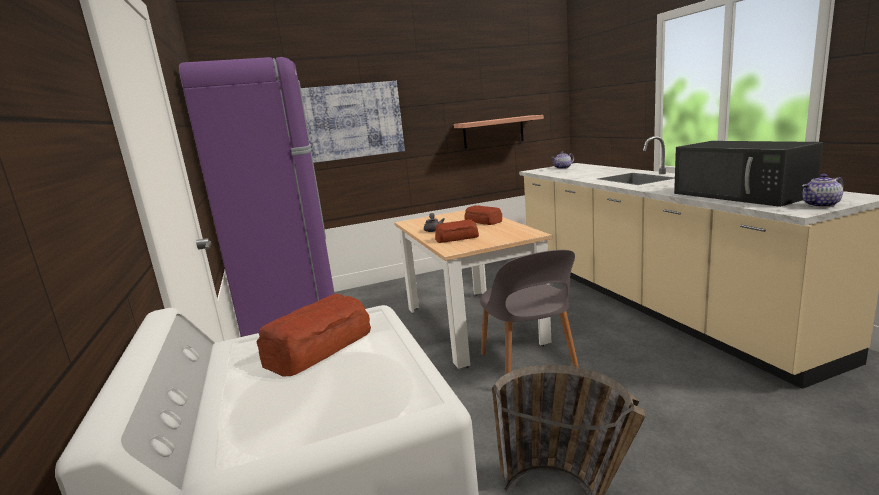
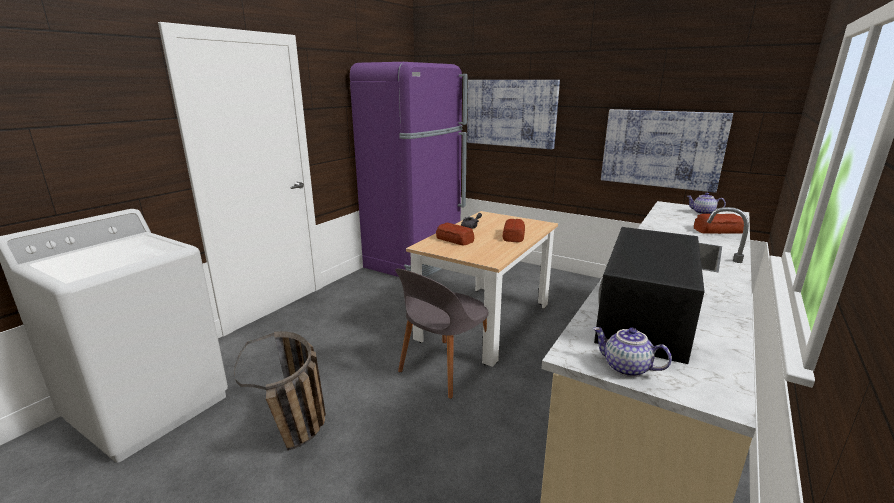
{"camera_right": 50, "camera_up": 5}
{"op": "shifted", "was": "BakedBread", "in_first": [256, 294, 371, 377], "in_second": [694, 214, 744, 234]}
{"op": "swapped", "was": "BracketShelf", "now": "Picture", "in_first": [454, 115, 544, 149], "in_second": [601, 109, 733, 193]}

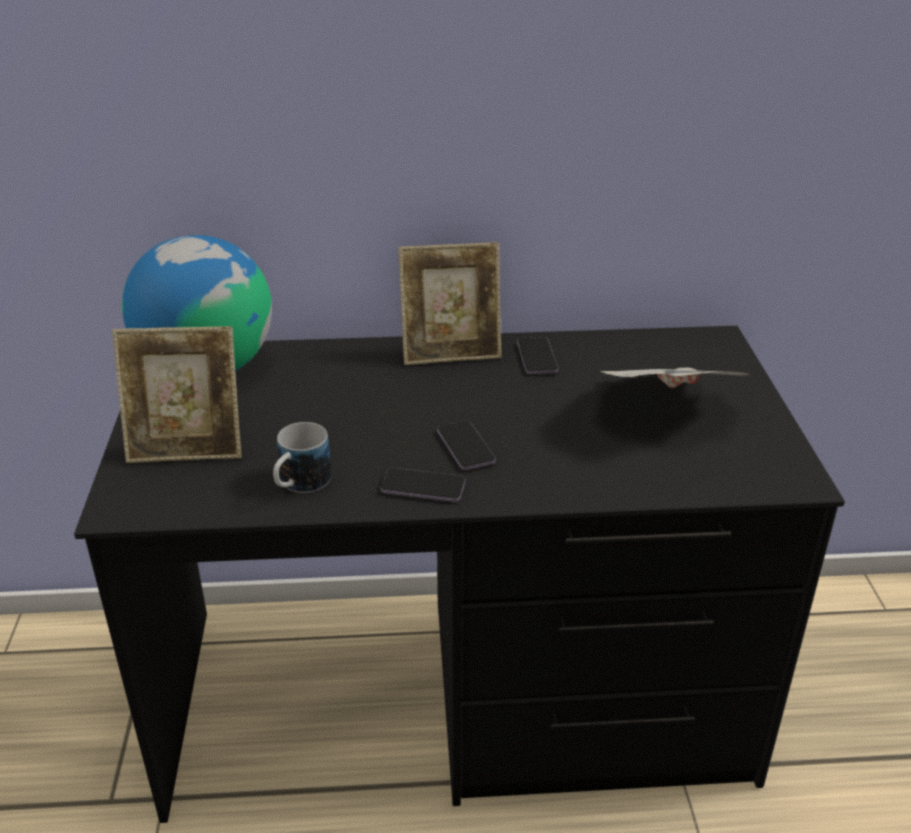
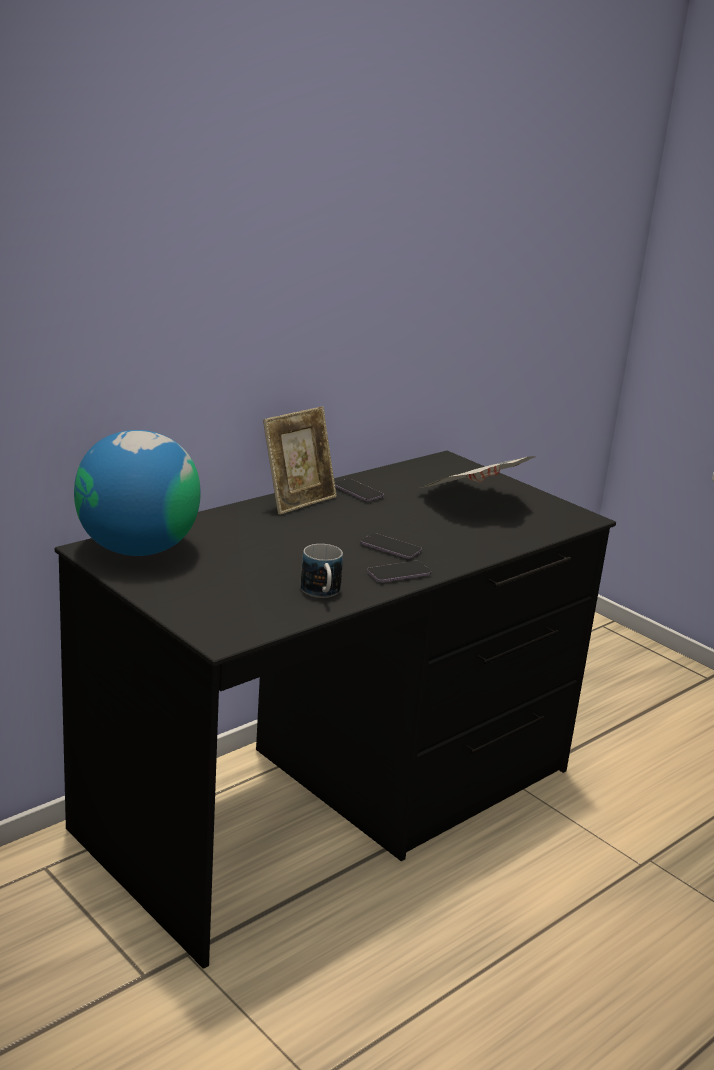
{"camera_right": -40, "camera_up": -10}
{"op": "gone", "was": "PictureFrame", "in_first": [112, 326, 241, 463]}

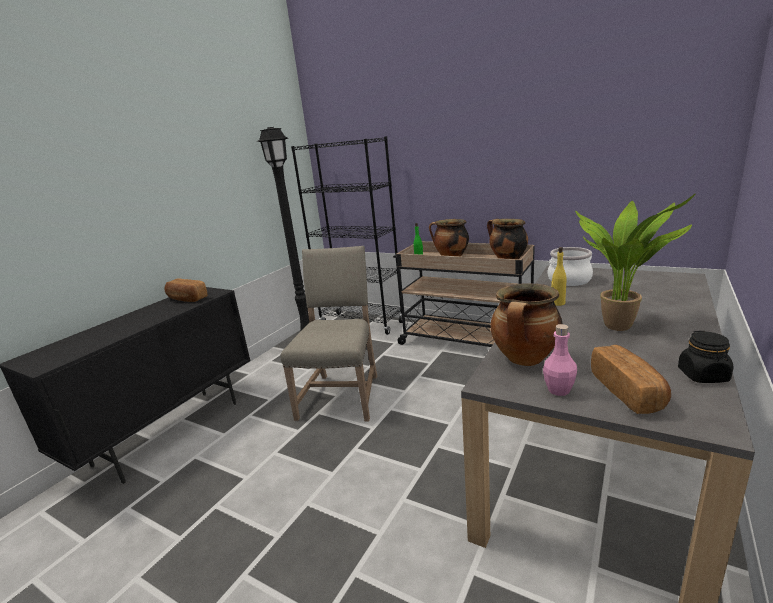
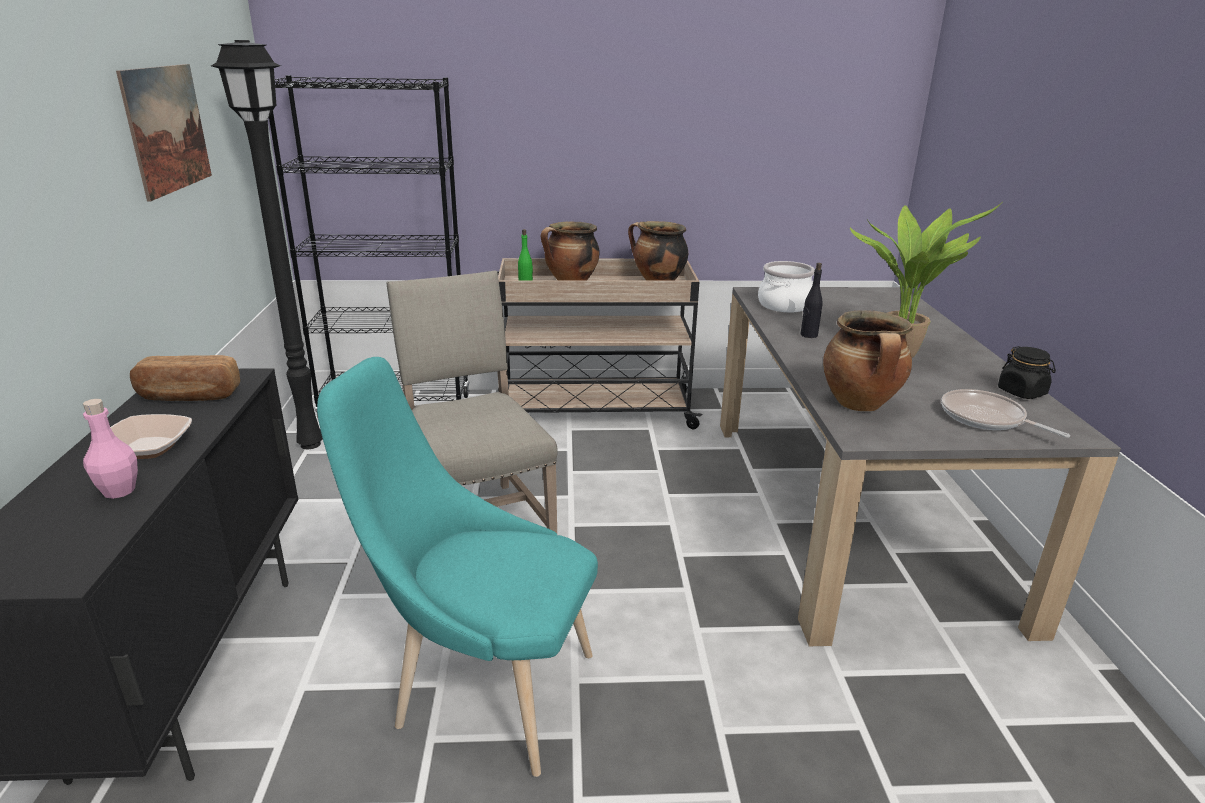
{"camera_right": -35, "camera_up": 5}
{"op": "new", "now": "DeepDish", "in_second": [110, 414, 192, 459]}
{"op": "new", "now": "Picture", "in_second": [116, 64, 212, 201]}
{"op": "new", "now": "BlueGreenPlainChair", "in_second": [317, 357, 598, 777]}
{"op": "shifted", "was": "PinkColouredBeverageBottle", "in_first": [543, 324, 577, 396], "in_second": [83, 399, 138, 499]}
{"op": "swapped", "was": "BakedBread", "now": "Pan", "in_first": [591, 345, 671, 414], "in_second": [941, 389, 1070, 438]}
{"op": "repainted", "was": "YellowBeverageBottle", "now": "BlackColouredBeverageBottle", "in_first": [551, 247, 567, 306], "in_second": [801, 263, 823, 338]}

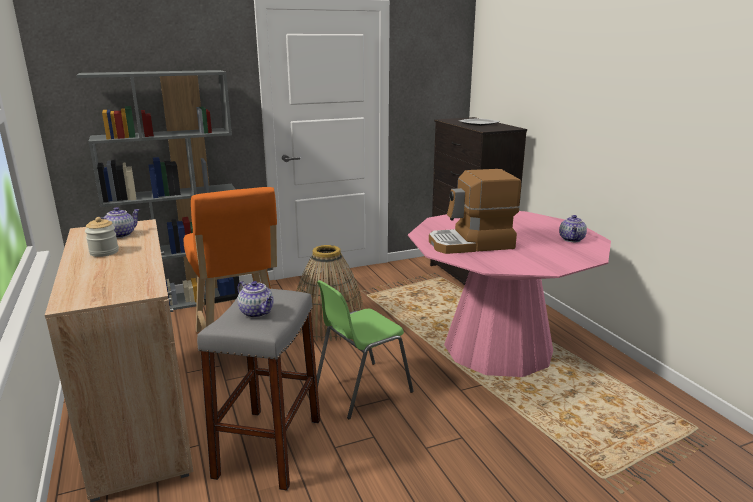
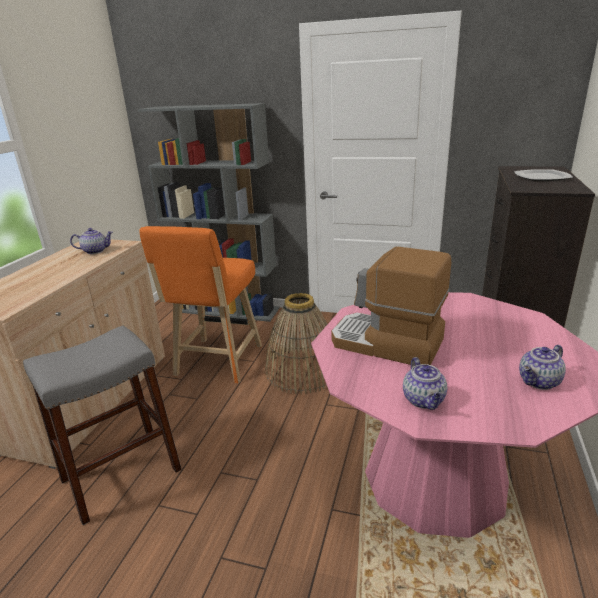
{"camera_right": 40, "camera_up": 5}
{"op": "gone", "was": "PreserveJar", "in_first": [85, 217, 119, 257]}
{"op": "gone", "was": "GreenishPlainChair", "in_first": [317, 280, 414, 419]}
{"op": "shifted", "was": "PotForTea", "in_first": [237, 281, 274, 318], "in_second": [403, 357, 447, 410]}

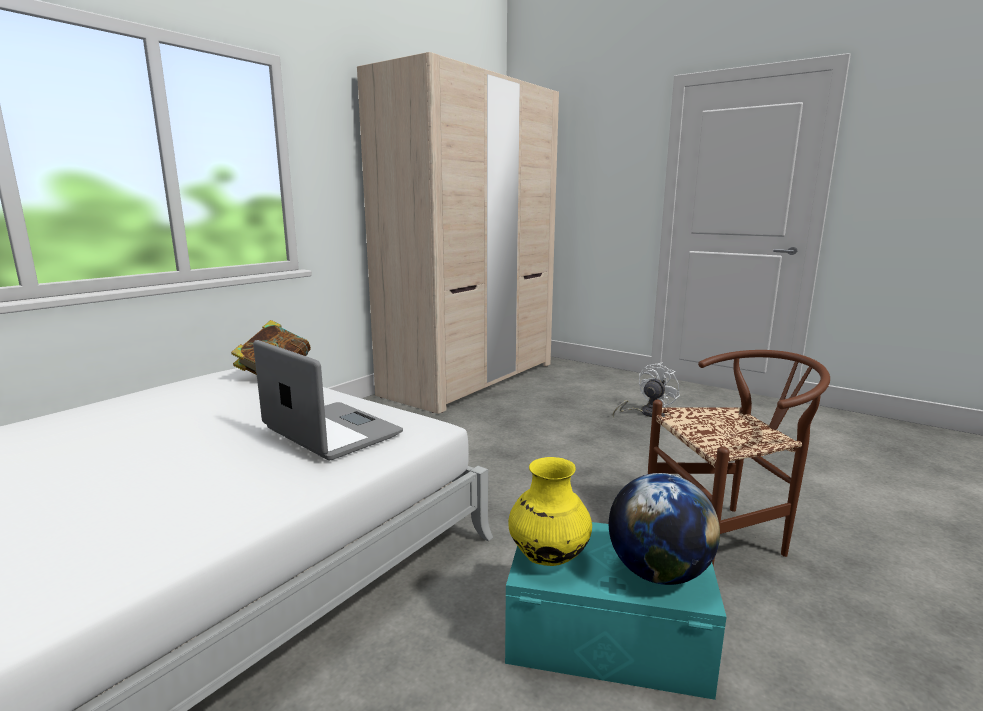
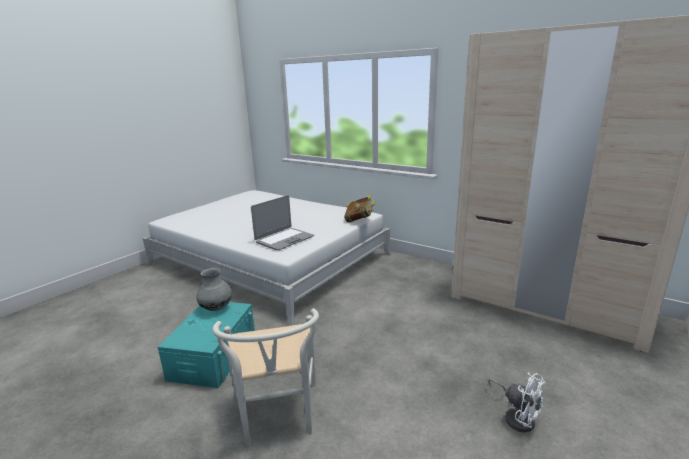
{"camera_right": 90, "camera_up": 5}
{"op": "gone", "was": "WorldGlobe", "in_first": [609, 473, 720, 585]}
{"op": "repainted", "was": "YellowVase", "now": "GrayVase", "in_first": [508, 457, 592, 566], "in_second": [196, 268, 232, 311]}
{"op": "repainted", "was": "BrownishPlainChair", "now": "WhitePlainChair", "in_first": [648, 350, 830, 566], "in_second": [212, 308, 319, 446]}

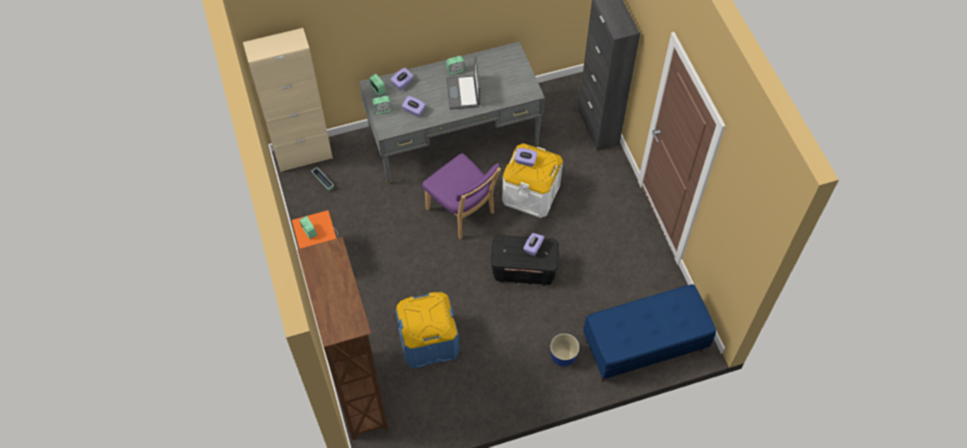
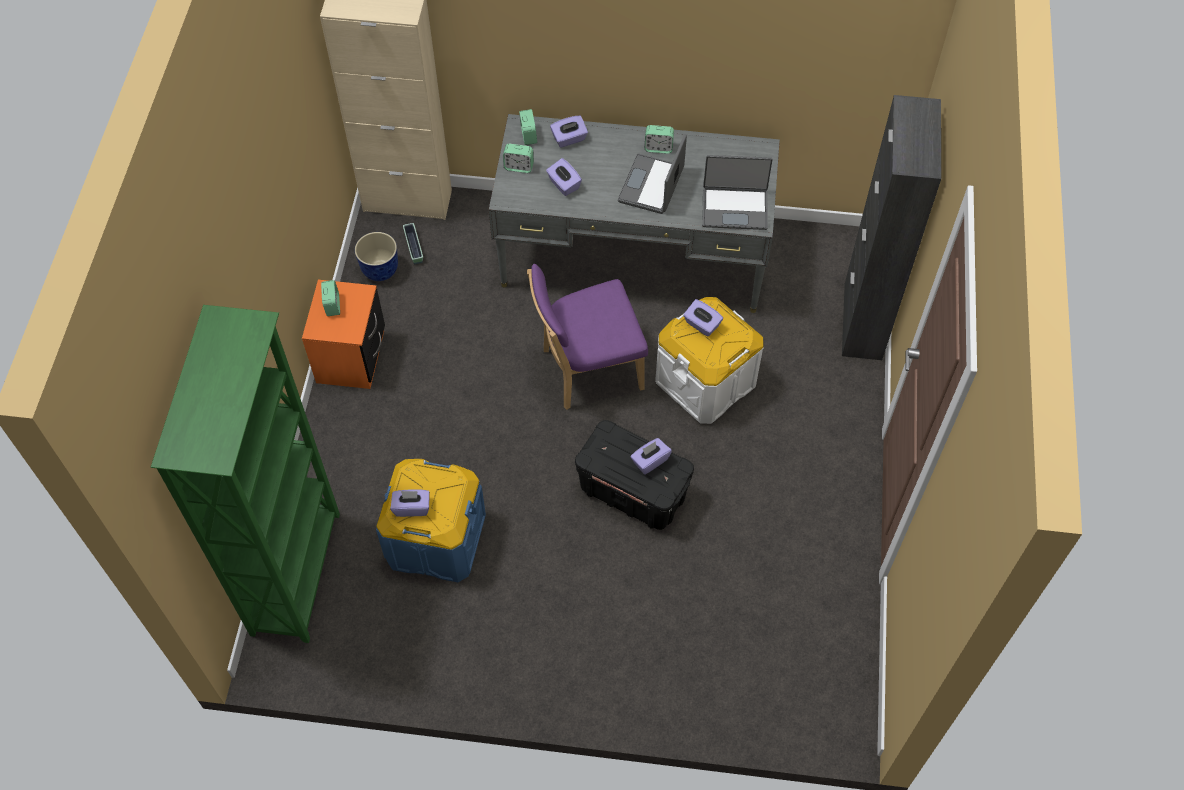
{"camera_right": 25, "camera_up": 0}
{"op": "gone", "was": "BlueColouredLongSeat", "in_first": [583, 284, 716, 382]}
{"op": "new", "now": "PurpleTissueHolder", "in_second": [391, 489, 430, 517]}
{"op": "new", "now": "Laptop", "in_second": [702, 155, 773, 230]}
{"op": "shifted", "was": "FlowerPot", "in_first": [550, 333, 580, 367], "in_second": [355, 232, 398, 281]}
{"op": "repainted", "was": "BrownishShelvingUnit", "now": "GreenishShelvingUnit", "in_first": [297, 237, 388, 440], "in_second": [151, 305, 340, 643]}
{"op": "rotated", "was": "PurplePlainChair", "in_first": [422, 153, 501, 239], "in_second": [527, 264, 648, 410], "clockwise": 90}

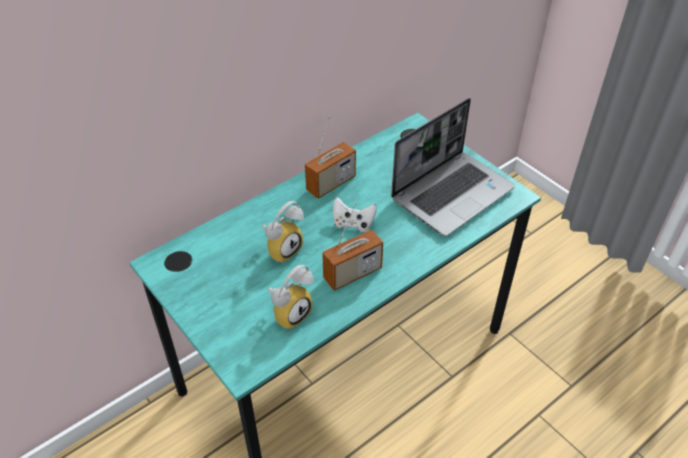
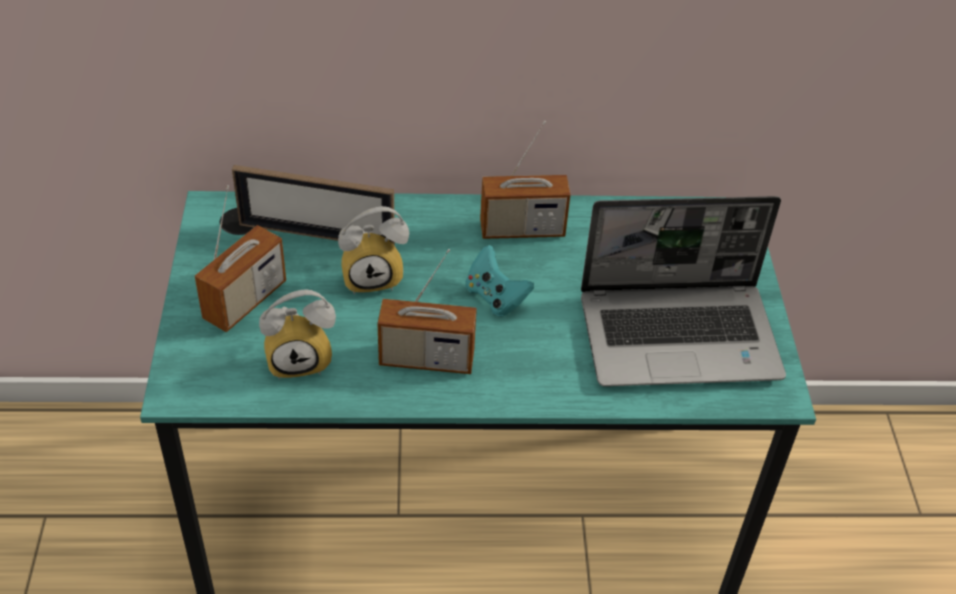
{"camera_right": 35, "camera_up": 0}
{"op": "new", "now": "Radio", "in_second": [195, 186, 286, 332]}
{"op": "new", "now": "PictureFrame", "in_second": [232, 165, 395, 246]}
{"op": "repainted", "was": "WhiteGamepad", "now": "BlueGreenGamepad", "in_first": [333, 197, 377, 232], "in_second": [466, 245, 534, 317]}

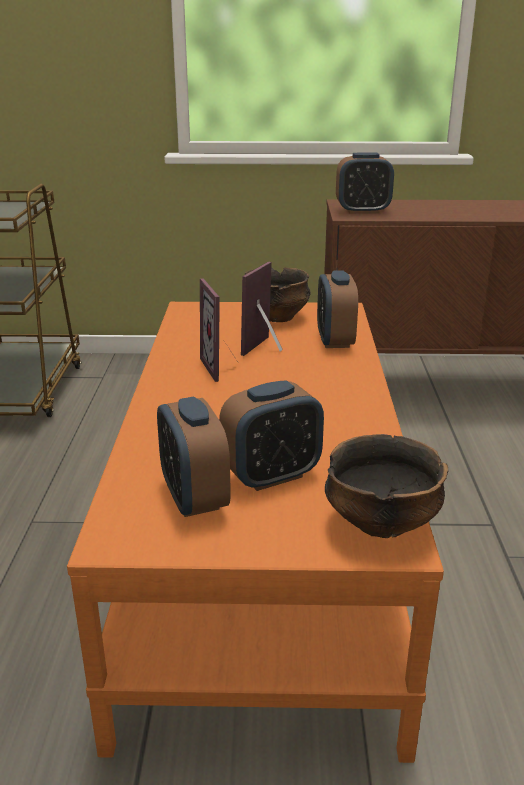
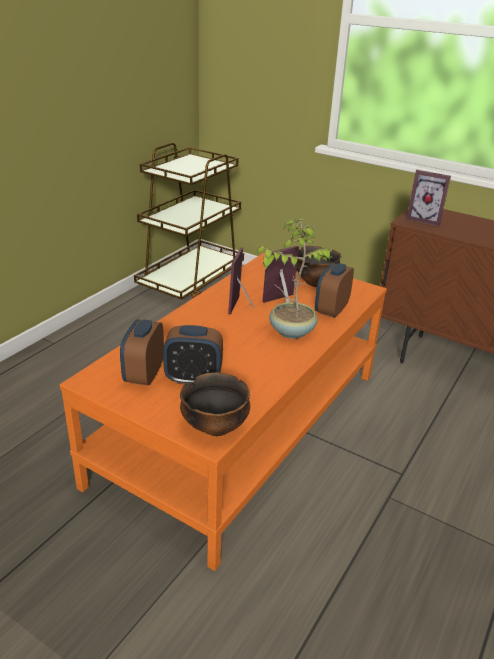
{"camera_right": 30, "camera_up": 5}
{"op": "new", "now": "Houseplant", "in_second": [256, 218, 332, 339]}
{"op": "swapped", "was": "TableClock", "now": "PictureFrame", "in_first": [336, 152, 394, 214], "in_second": [406, 170, 451, 226]}

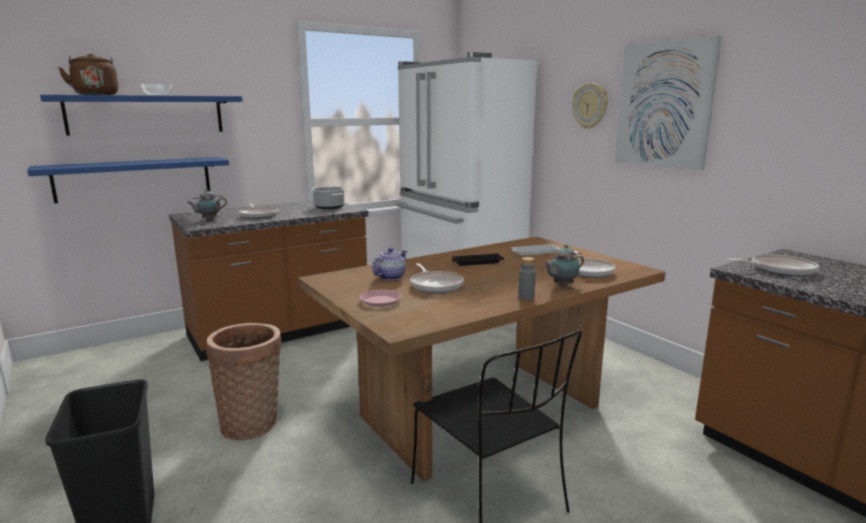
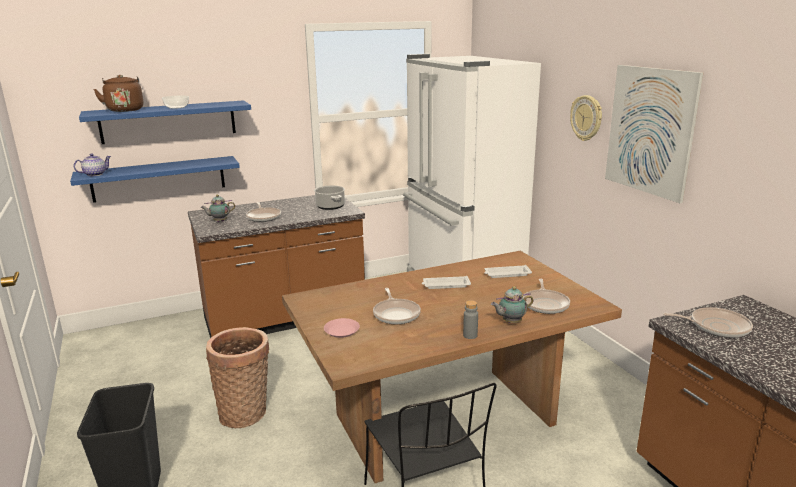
{"camera_right": 10, "camera_up": 5}
{"op": "shifted", "was": "PotForTea", "in_first": [372, 248, 407, 280], "in_second": [74, 153, 111, 176]}
{"op": "repainted", "was": "BlackColouredTray", "now": "WhiteTray", "in_first": [452, 253, 504, 266], "in_second": [422, 276, 471, 289]}

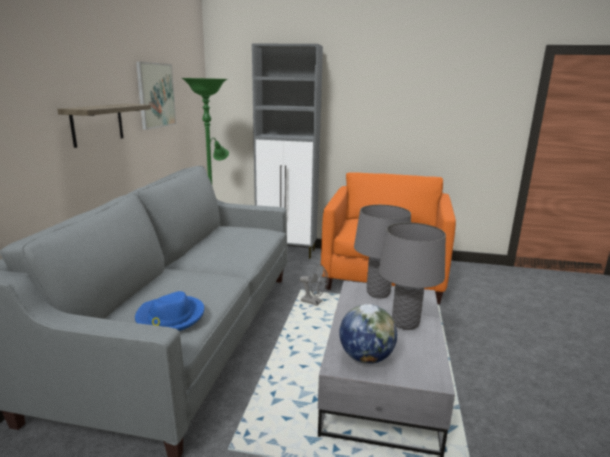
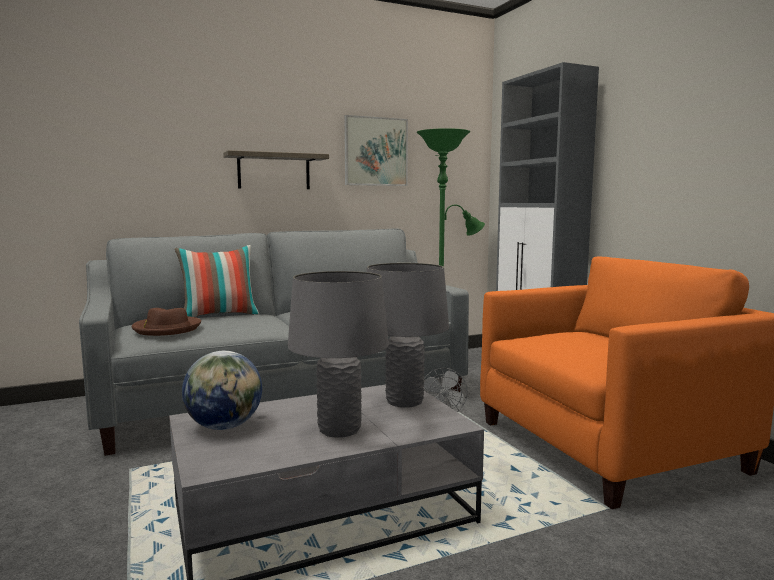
{"camera_right": 55, "camera_up": -10}
{"op": "new", "now": "ThrowPillow", "in_second": [175, 245, 259, 317]}
{"op": "repainted", "was": "BlueColouredHat", "now": "BrownishHat", "in_first": [135, 291, 204, 331], "in_second": [132, 308, 201, 336]}

